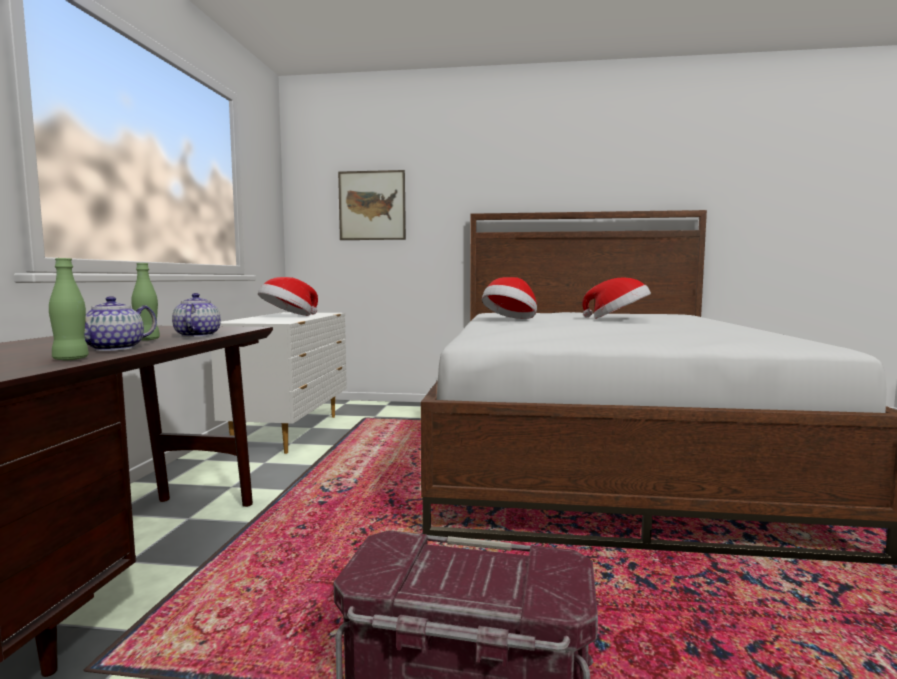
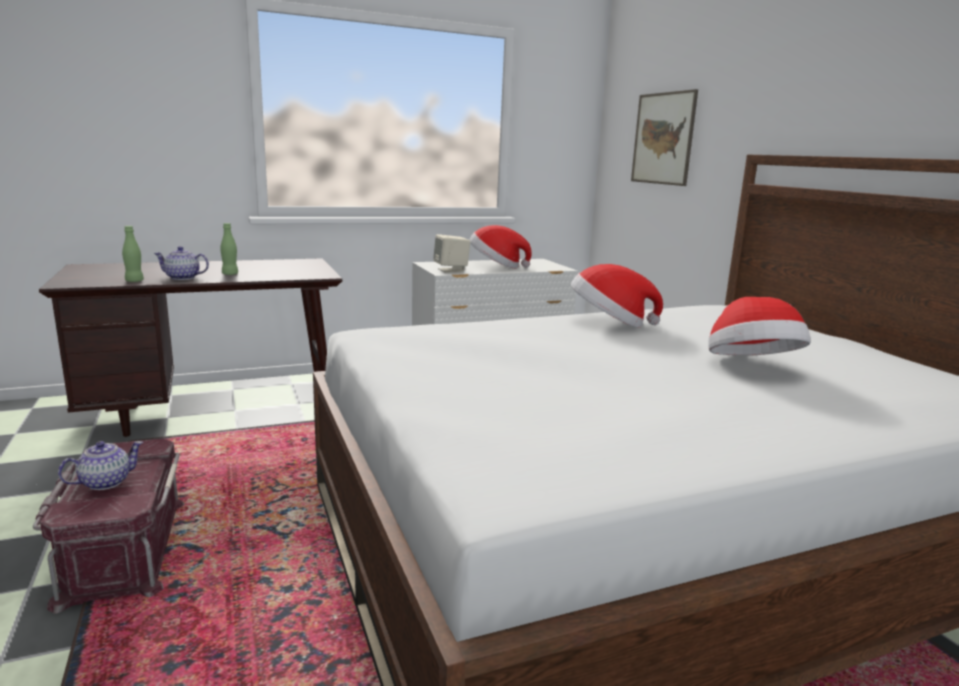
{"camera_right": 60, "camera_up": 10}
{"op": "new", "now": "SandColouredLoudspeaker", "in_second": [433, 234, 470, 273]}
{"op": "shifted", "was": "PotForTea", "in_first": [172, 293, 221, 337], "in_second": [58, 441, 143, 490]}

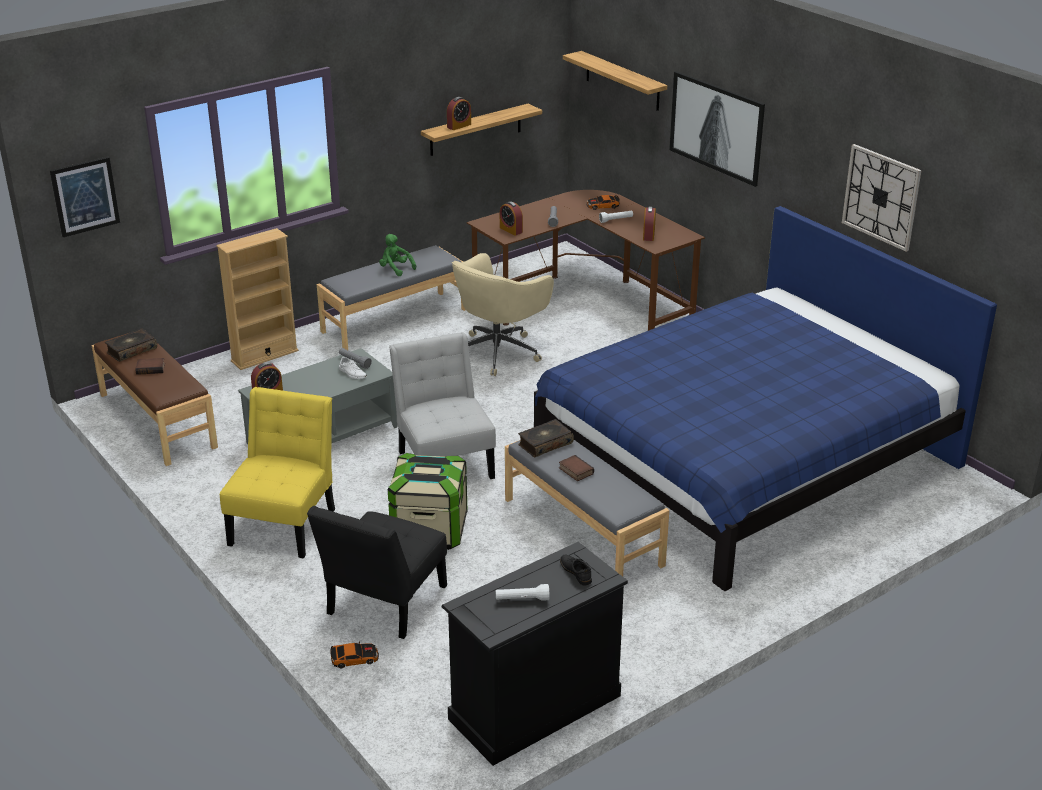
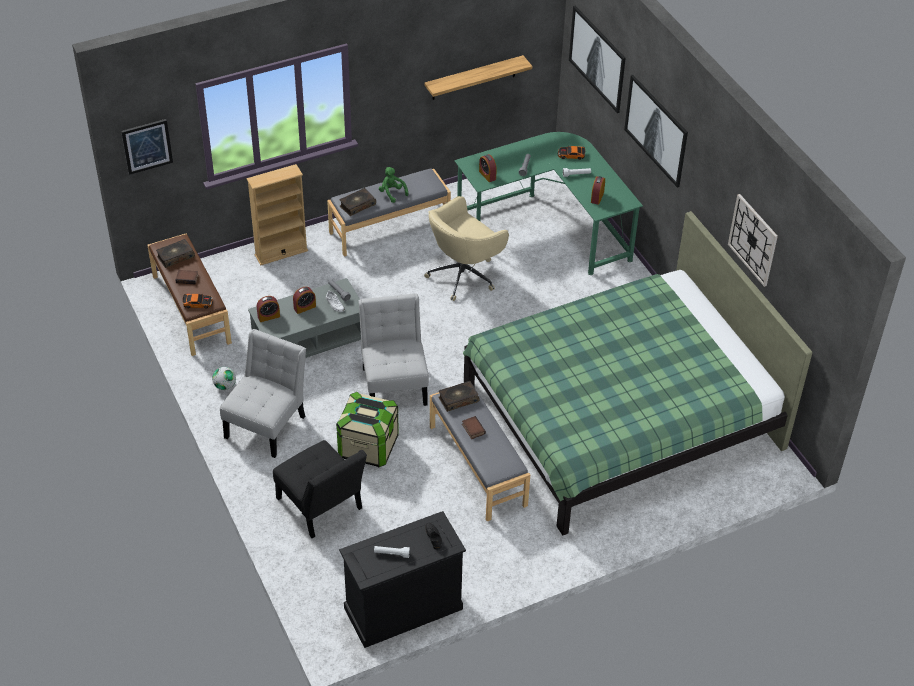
{"camera_right": 10, "camera_up": 15}
{"op": "new", "now": "Football", "in_second": [212, 367, 236, 390]}
{"op": "new", "now": "BoundBook", "in_second": [339, 188, 376, 216]}
{"op": "shifted", "was": "ModelCar", "in_first": [330, 641, 379, 668], "in_second": [183, 293, 213, 309]}
{"op": "shifted", "was": "TableClock", "in_first": [447, 97, 471, 130], "in_second": [293, 287, 316, 314]}
{"op": "swapped", "was": "BracketShelf", "now": "Picture", "in_first": [563, 51, 667, 111], "in_second": [569, 6, 626, 113]}
{"op": "repainted", "was": "YellowPlainChair", "now": "WhitePlainChair", "in_first": [220, 387, 335, 559], "in_second": [220, 329, 306, 458]}
{"op": "repainted", "was": "BrownishDeskUnit", "now": "GreenishDeskUnit", "in_first": [467, 190, 705, 331], "in_second": [454, 132, 643, 275]}
{"op": "repainted", "was": "BlueColouredBed", "now": "GreenishBed", "in_first": [534, 206, 997, 591], "in_second": [463, 211, 812, 535]}
{"op": "rotated", "was": "BlackColouredPlainChair", "in_first": [307, 506, 447, 639], "in_second": [273, 440, 367, 538], "clockwise": -75}

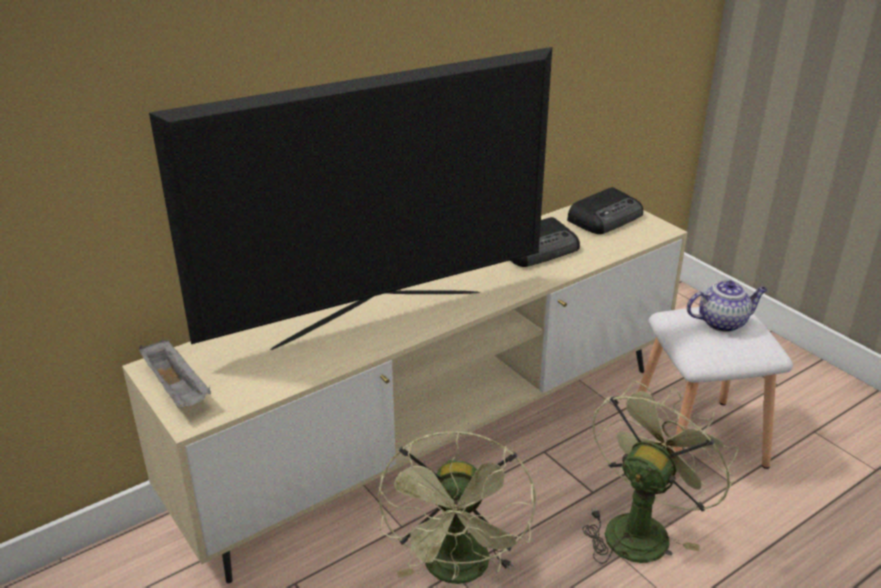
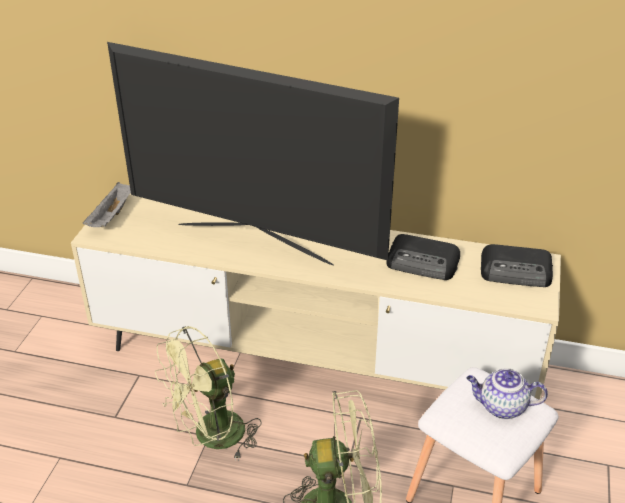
{"camera_right": 50, "camera_up": 5}
{"op": "rotated", "was": "PotForTea", "in_first": [687, 281, 768, 332], "in_second": [466, 368, 548, 419], "clockwise": 150}

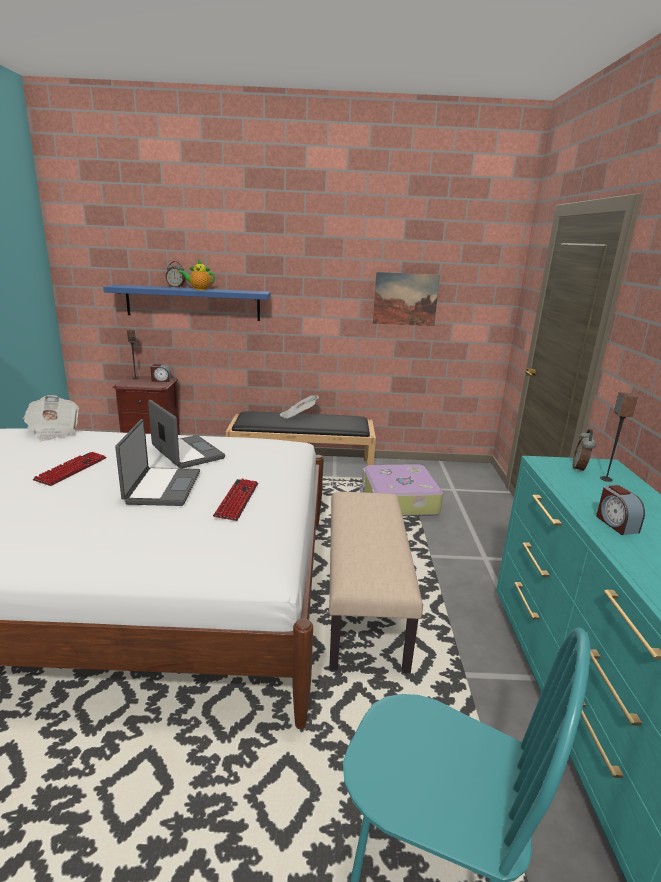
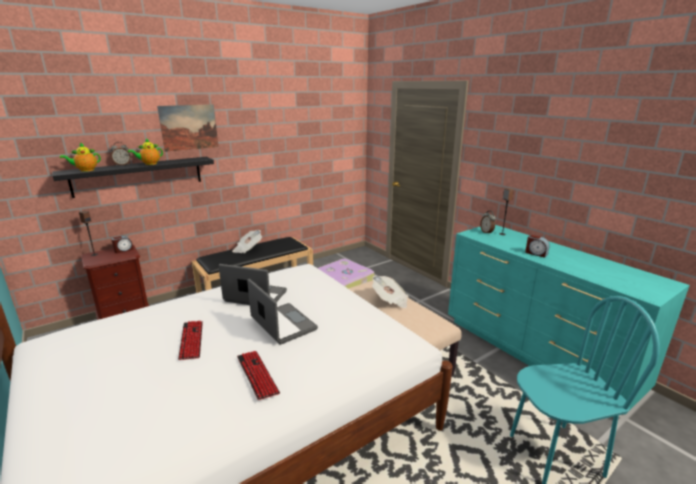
{"camera_right": -35, "camera_up": 0}
{"op": "new", "now": "PotForTea", "in_second": [60, 143, 101, 172]}
{"op": "shifted", "was": "PrintedPaper", "in_first": [23, 395, 79, 441], "in_second": [372, 276, 409, 309]}
{"op": "shifted", "was": "Keyboard", "in_first": [213, 479, 258, 521], "in_second": [237, 351, 280, 400]}
{"op": "shifted", "was": "Picture", "in_first": [373, 272, 440, 326], "in_second": [157, 104, 219, 152]}
{"op": "repainted", "was": "BlueColouredBracketShelf", "now": "BlackColouredBracketShelf", "in_first": [103, 284, 271, 321], "in_second": [52, 157, 214, 198]}

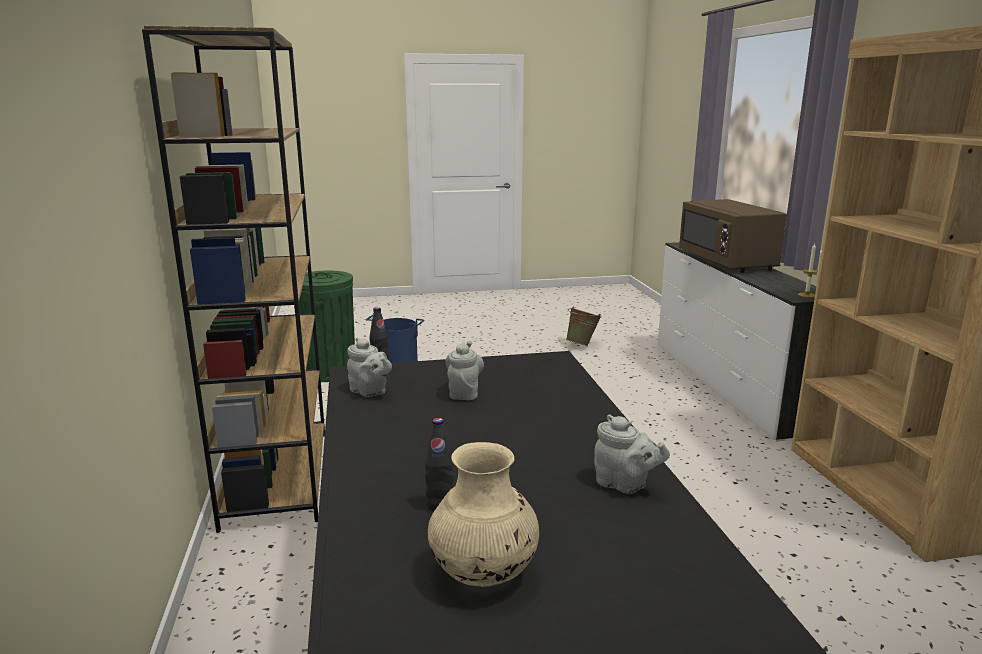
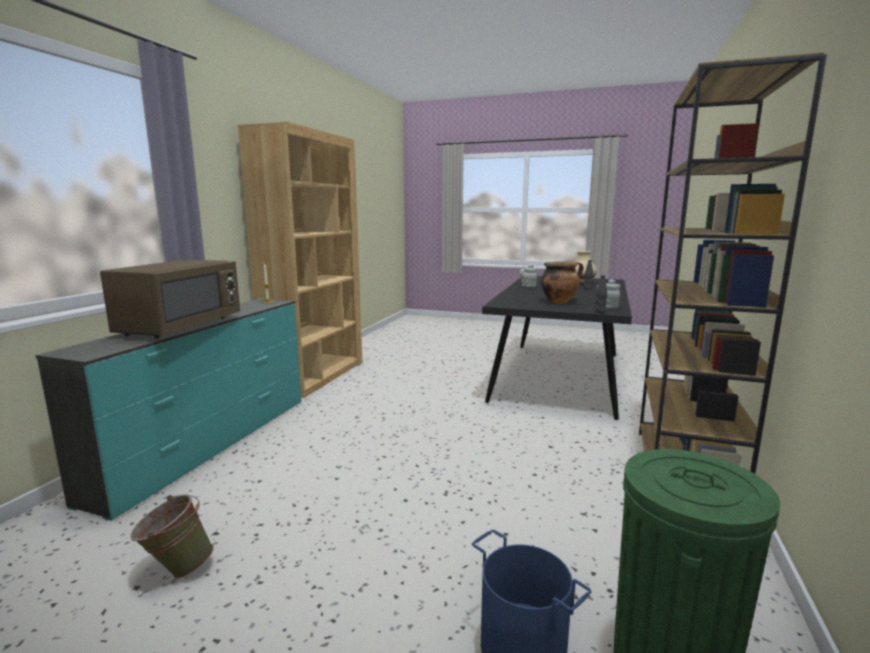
{"camera_right": -150, "camera_up": -5}
{"op": "swapped", "was": "GrayPotForTea", "now": "CookingPot", "in_first": [445, 340, 484, 400], "in_second": [541, 261, 583, 303]}
{"op": "repainted", "was": "WhiteDrawerChest", "now": "BlueGreenDrawerChest", "in_first": [658, 242, 816, 442], "in_second": [35, 299, 301, 521]}

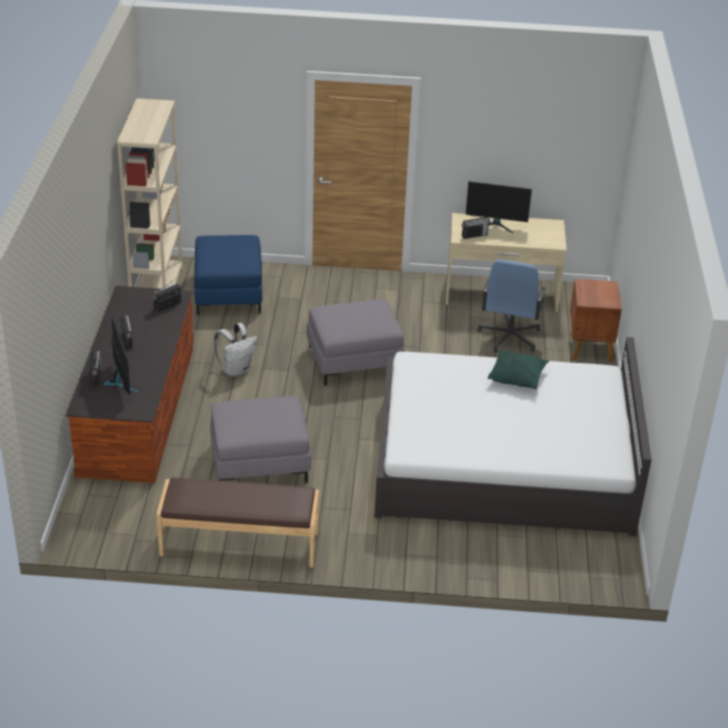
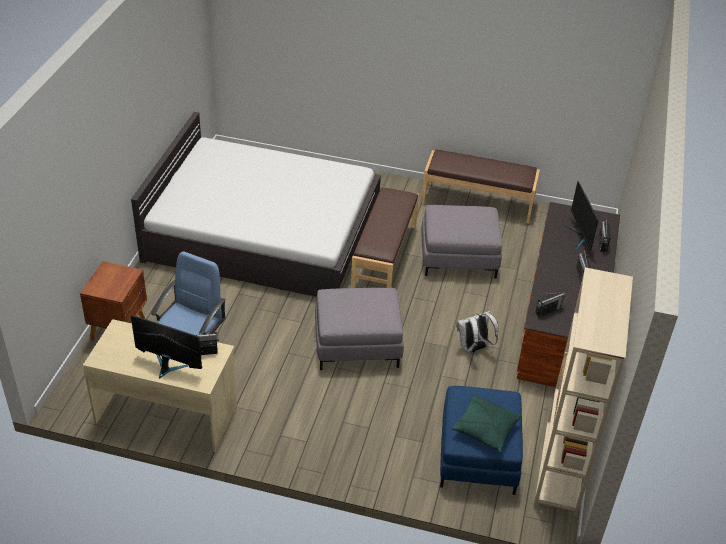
{"camera_right": -170, "camera_up": 5}
{"op": "new", "now": "BrownishLongSeat", "in_second": [351, 187, 419, 288]}
{"op": "shifted", "was": "GreenishThrowPillow", "in_first": [488, 349, 549, 389], "in_second": [451, 395, 521, 452]}

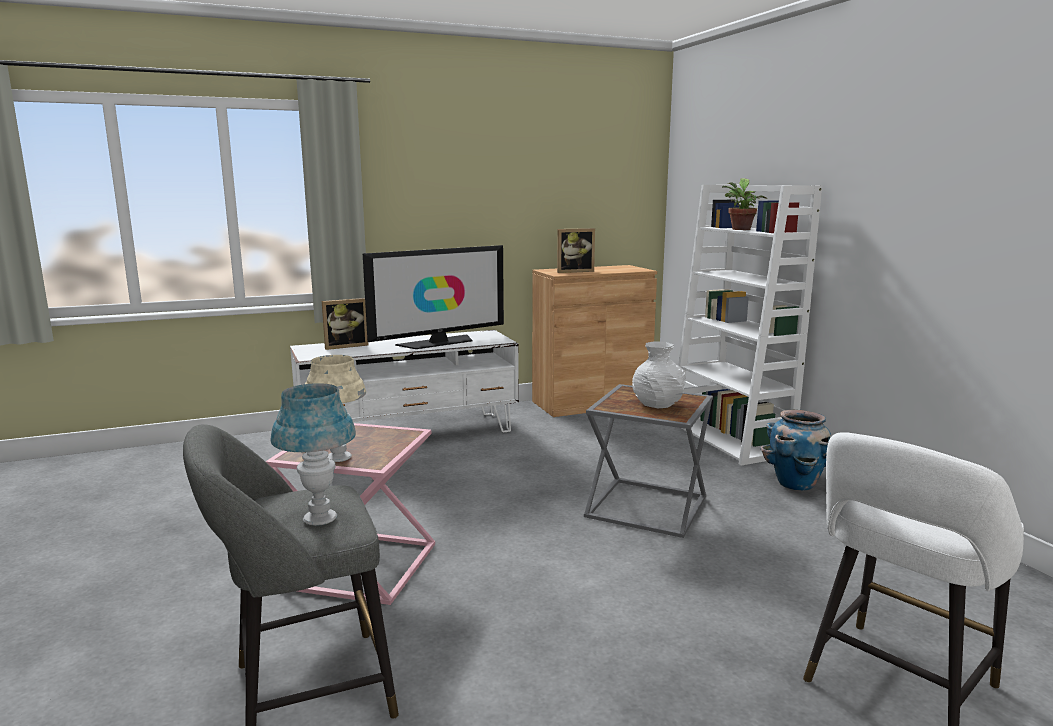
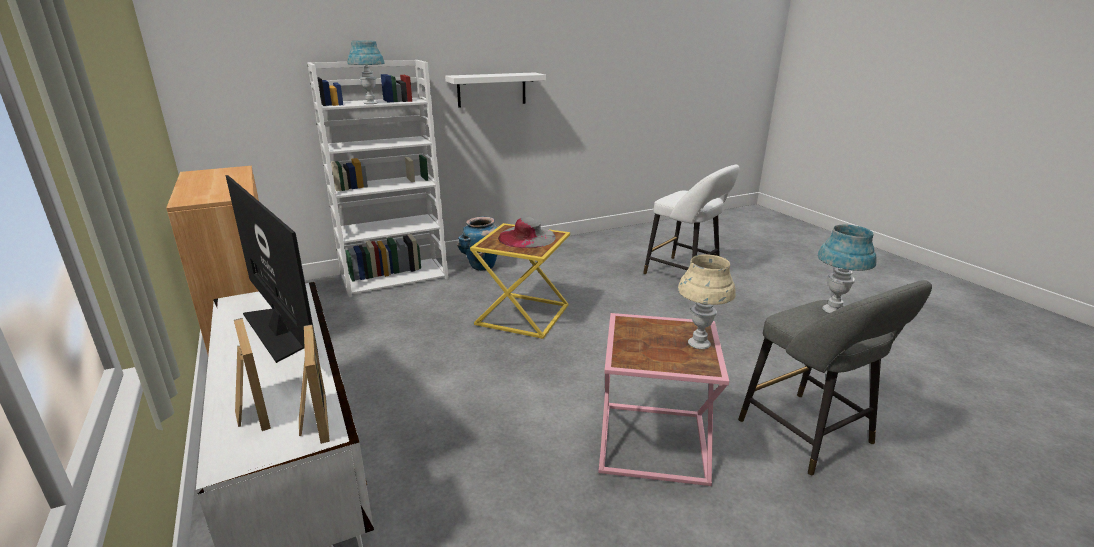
{"camera_right": -95, "camera_up": 10}
{"op": "new", "now": "WhiteBracketShelf", "in_second": [445, 72, 546, 108]}
{"op": "shifted", "was": "PictureFrame", "in_first": [557, 228, 595, 273], "in_second": [299, 324, 330, 444]}
{"op": "swapped", "was": "WhiteVase", "now": "GrayHat", "in_first": [632, 341, 686, 408], "in_second": [498, 217, 556, 248]}
{"op": "swapped", "was": "Houseplant", "now": "BlueColouredTableLamp", "in_first": [722, 178, 767, 230], "in_second": [348, 41, 384, 104]}
{"op": "repainted", "was": "GrayAccentTable", "now": "YellowAccentTable", "in_first": [584, 384, 713, 538], "in_second": [470, 223, 570, 339]}

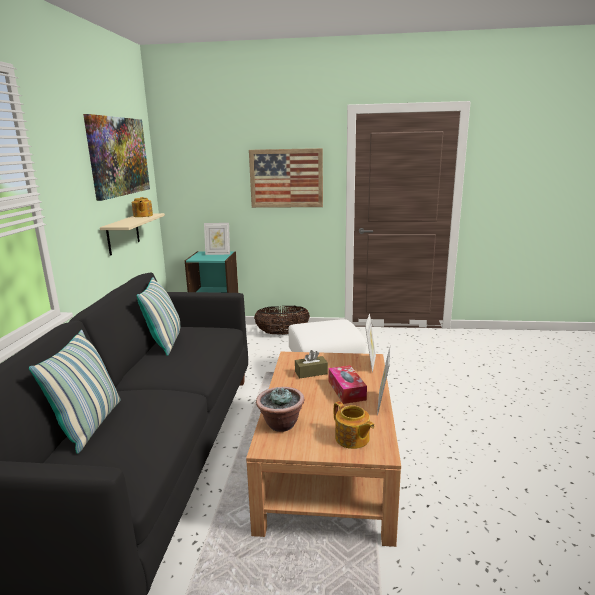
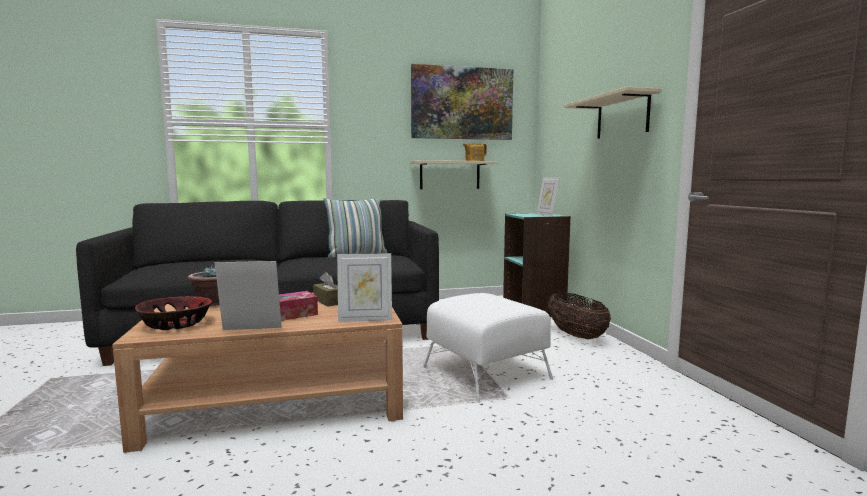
{"camera_right": 70, "camera_up": -10}
{"op": "gone", "was": "ThrowPillow", "in_first": [29, 330, 120, 454]}
{"op": "swapped", "was": "Picture", "now": "SandColouredBracketShelf", "in_first": [249, 148, 323, 208], "in_second": [564, 87, 662, 139]}
{"op": "swapped", "was": "PotForTea", "now": "DeepDish", "in_first": [334, 401, 375, 449], "in_second": [135, 296, 212, 330]}

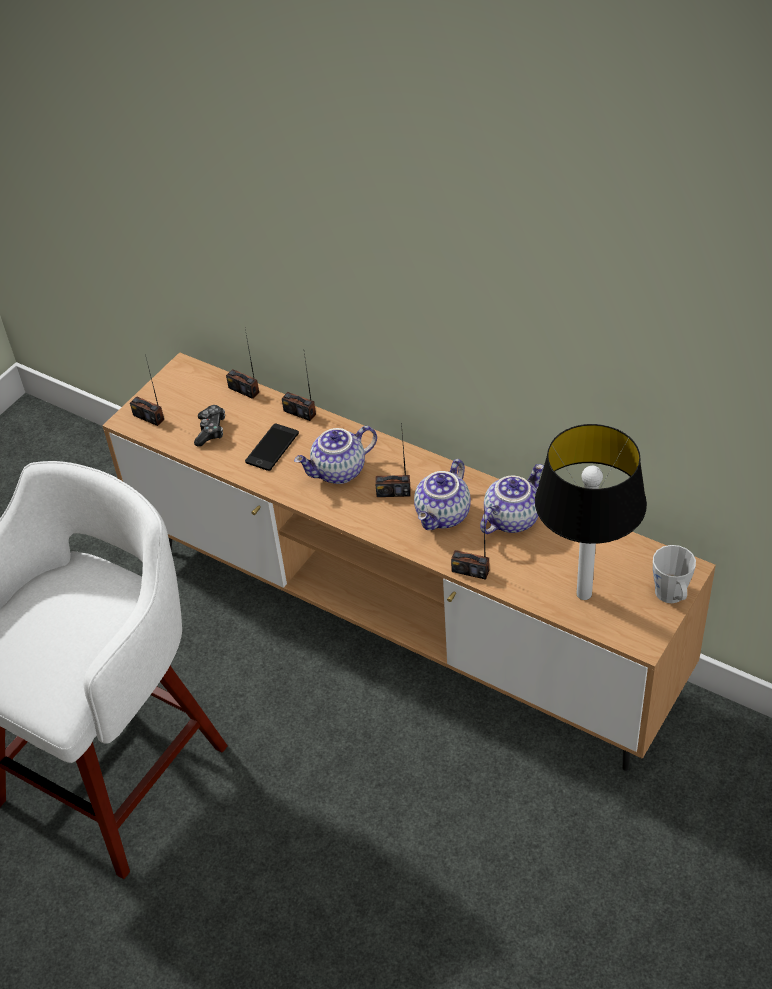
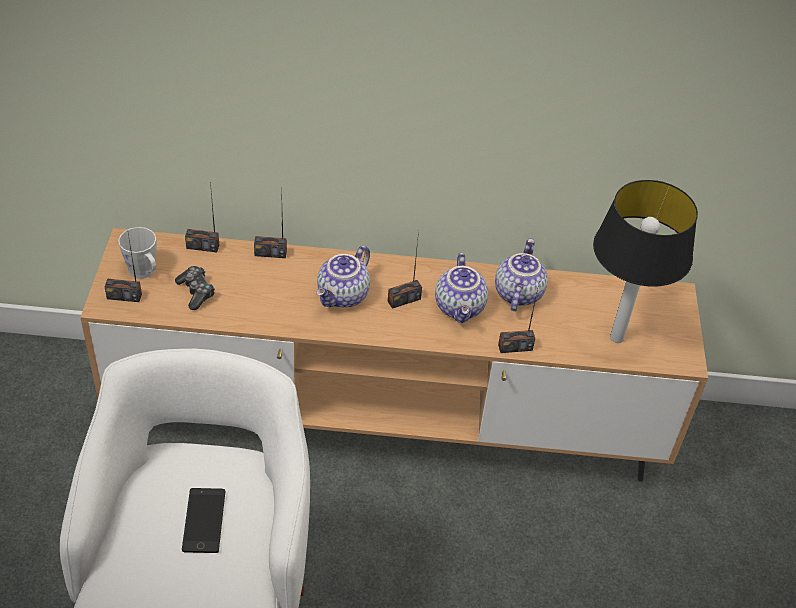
{"camera_right": -35, "camera_up": 0}
{"op": "shifted", "was": "Telephone", "in_first": [245, 423, 299, 471], "in_second": [182, 488, 225, 553]}
{"op": "shifted", "was": "GrayCoffeeMug", "in_first": [653, 545, 696, 603], "in_second": [118, 227, 156, 279]}

